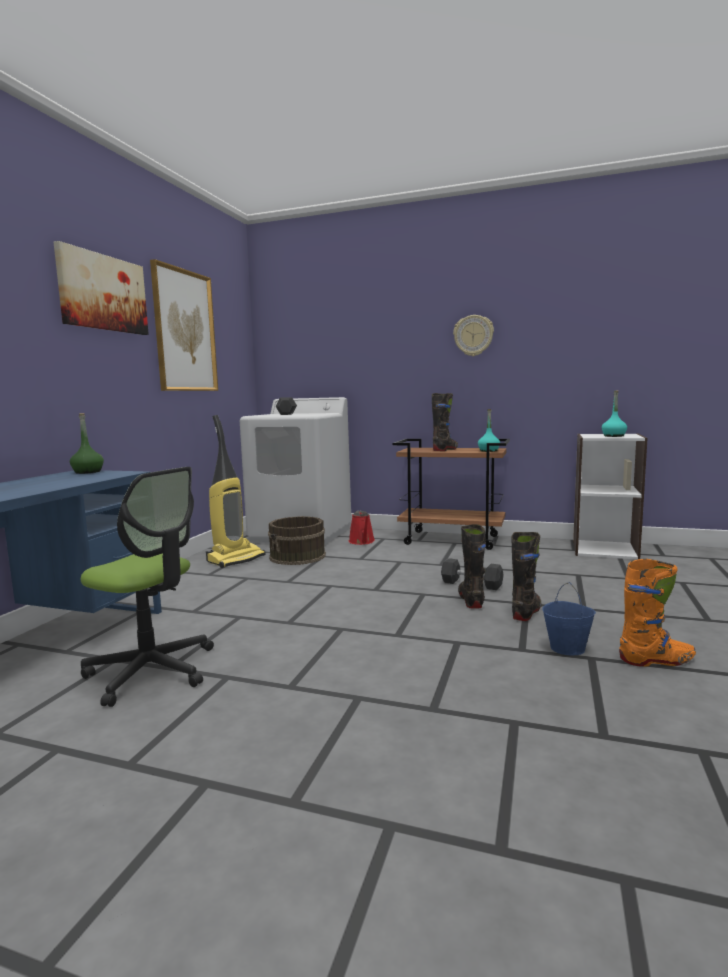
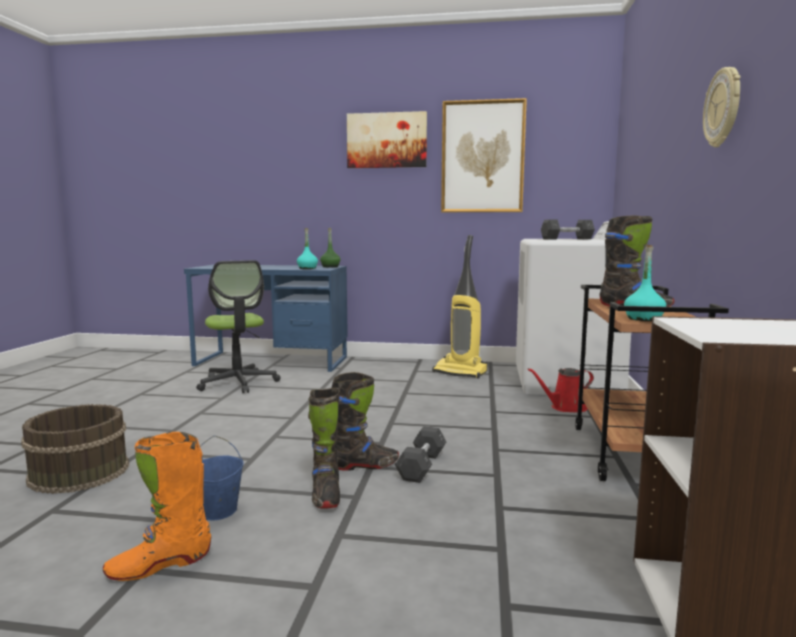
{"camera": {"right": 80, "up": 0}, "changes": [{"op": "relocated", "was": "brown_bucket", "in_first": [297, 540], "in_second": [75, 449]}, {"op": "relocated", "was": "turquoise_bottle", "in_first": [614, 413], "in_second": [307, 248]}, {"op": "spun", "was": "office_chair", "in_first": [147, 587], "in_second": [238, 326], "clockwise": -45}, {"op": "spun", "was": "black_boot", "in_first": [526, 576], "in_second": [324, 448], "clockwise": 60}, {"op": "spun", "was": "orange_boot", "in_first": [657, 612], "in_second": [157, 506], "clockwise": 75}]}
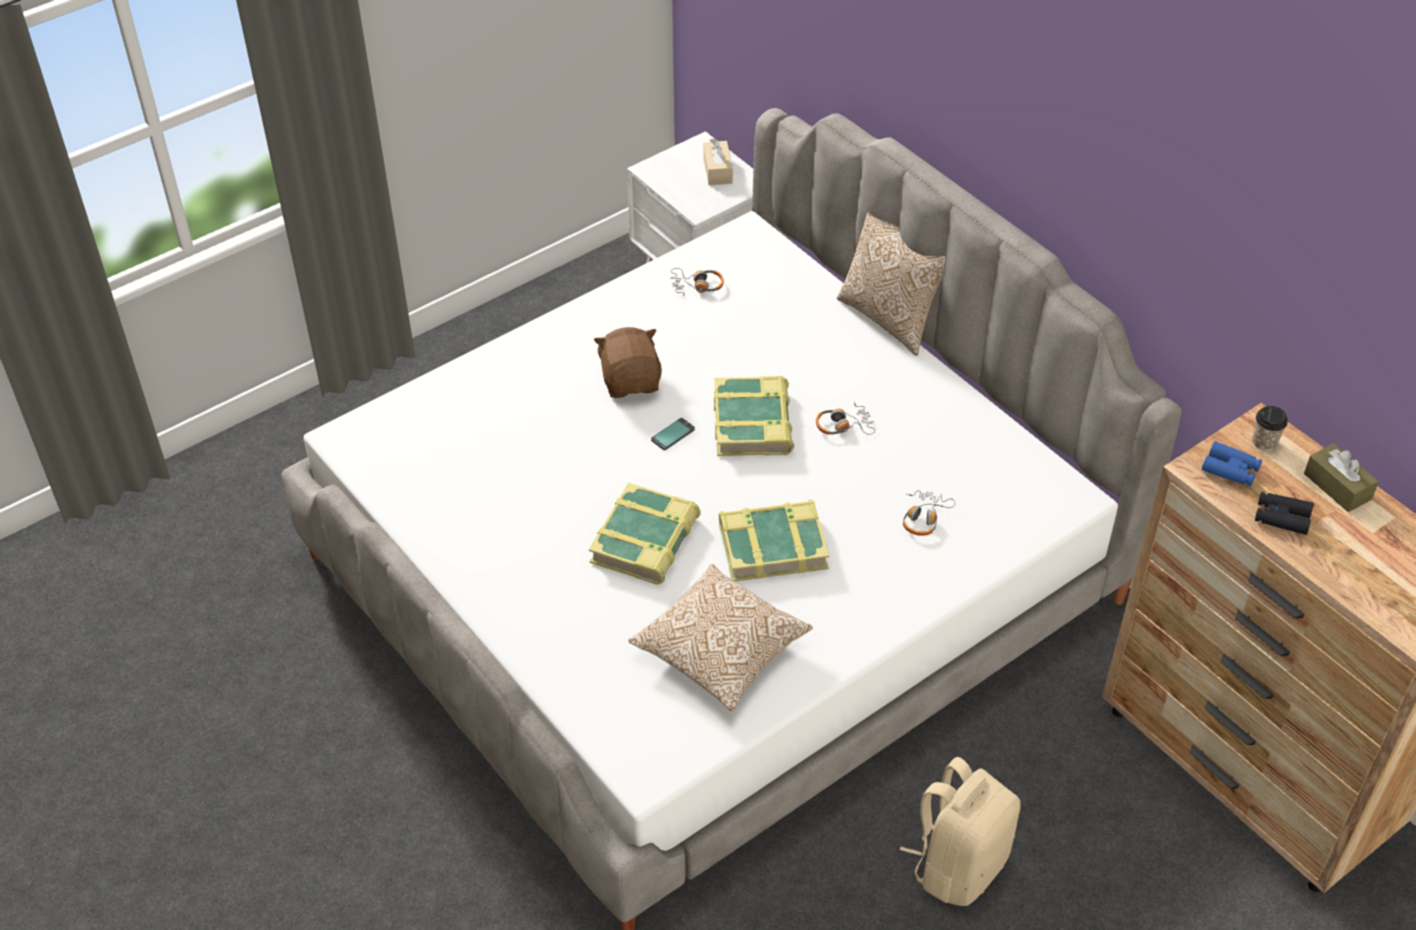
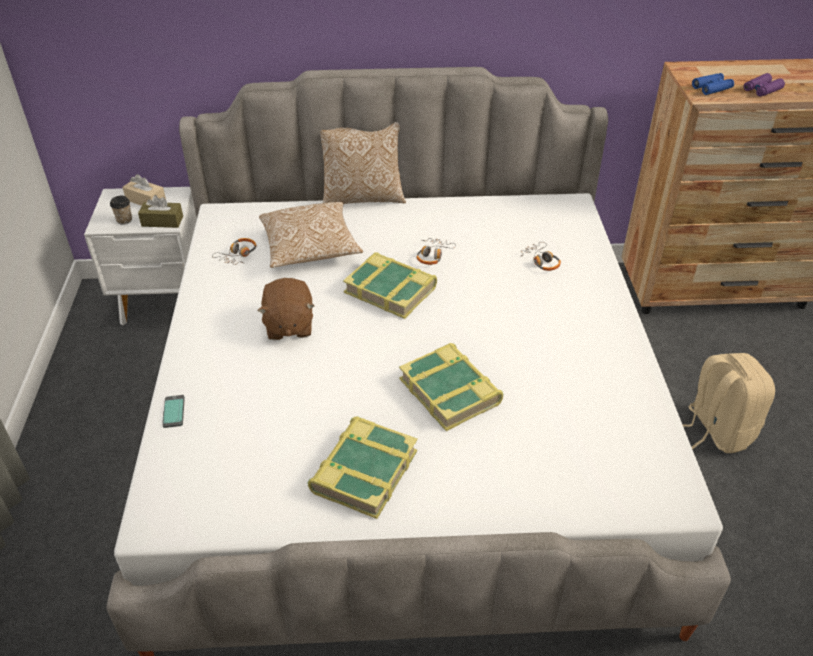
{"camera": {"right": -55, "up": -5}, "changes": [{"op": "relocated", "was": "pillow", "in_first": [720, 637], "in_second": [311, 235]}, {"op": "relocated", "was": "phone", "in_first": [673, 434], "in_second": [173, 411]}, {"op": "relocated", "was": "book", "in_first": [774, 540], "in_second": [362, 467]}, {"op": "relocated", "was": "cup", "in_first": [1270, 428], "in_second": [121, 210]}, {"op": "relocated", "was": "brown_tissue_box", "in_first": [1341, 477], "in_second": [160, 211]}, {"op": "colour", "was": "black_binoculars", "now": "purple_binoculars", "in_first": [1284, 513], "in_second": [764, 85]}, {"op": "spun", "was": "brown_plush_toy", "in_first": [628, 362], "in_second": [286, 309], "clockwise": -120}]}
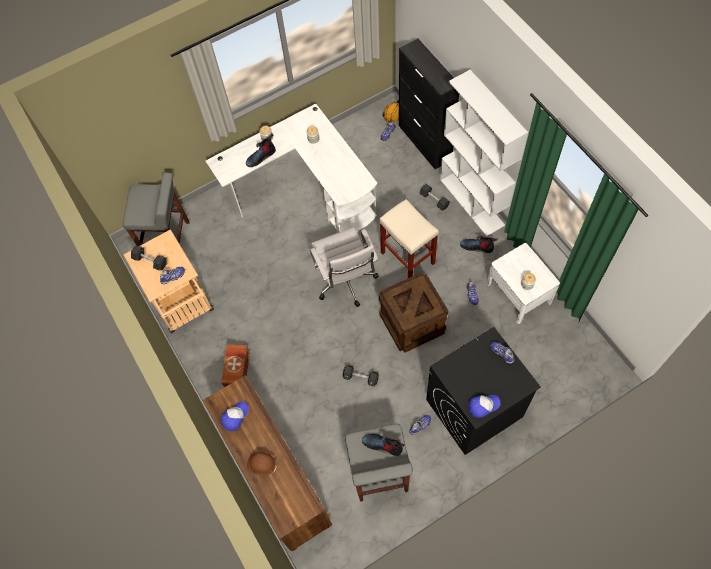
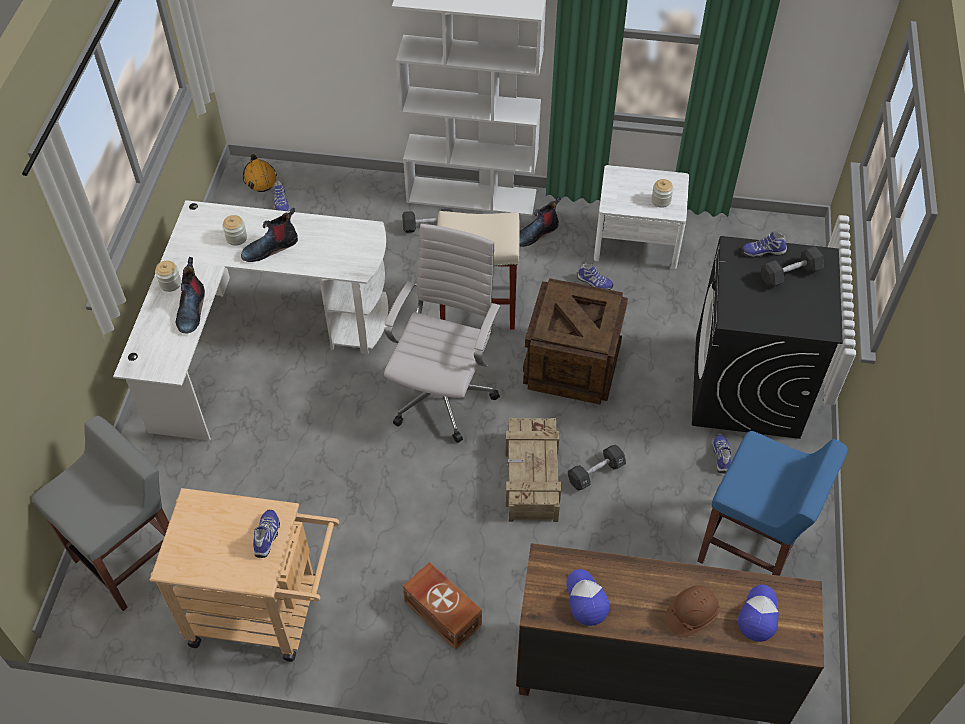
{"camera": {"right": -55, "up": -10}, "changes": [{"op": "missing", "was": "black_cabinet", "in_first": [429, 104]}, {"op": "appeared", "now": "crate", "in_second": [533, 470]}, {"op": "relocated", "was": "black_dumbbell", "in_first": [149, 258], "in_second": [792, 267]}, {"op": "relocated", "was": "boot", "in_first": [383, 445], "in_second": [269, 235]}, {"op": "relocated", "was": "cap", "in_first": [484, 406], "in_second": [758, 613]}, {"op": "colour", "was": "grey_stool", "now": "blue_stool", "in_first": [379, 463], "in_second": [772, 503]}, {"op": "spun", "was": "white_office_chair", "in_first": [344, 267], "in_second": [442, 333], "clockwise": -90}]}
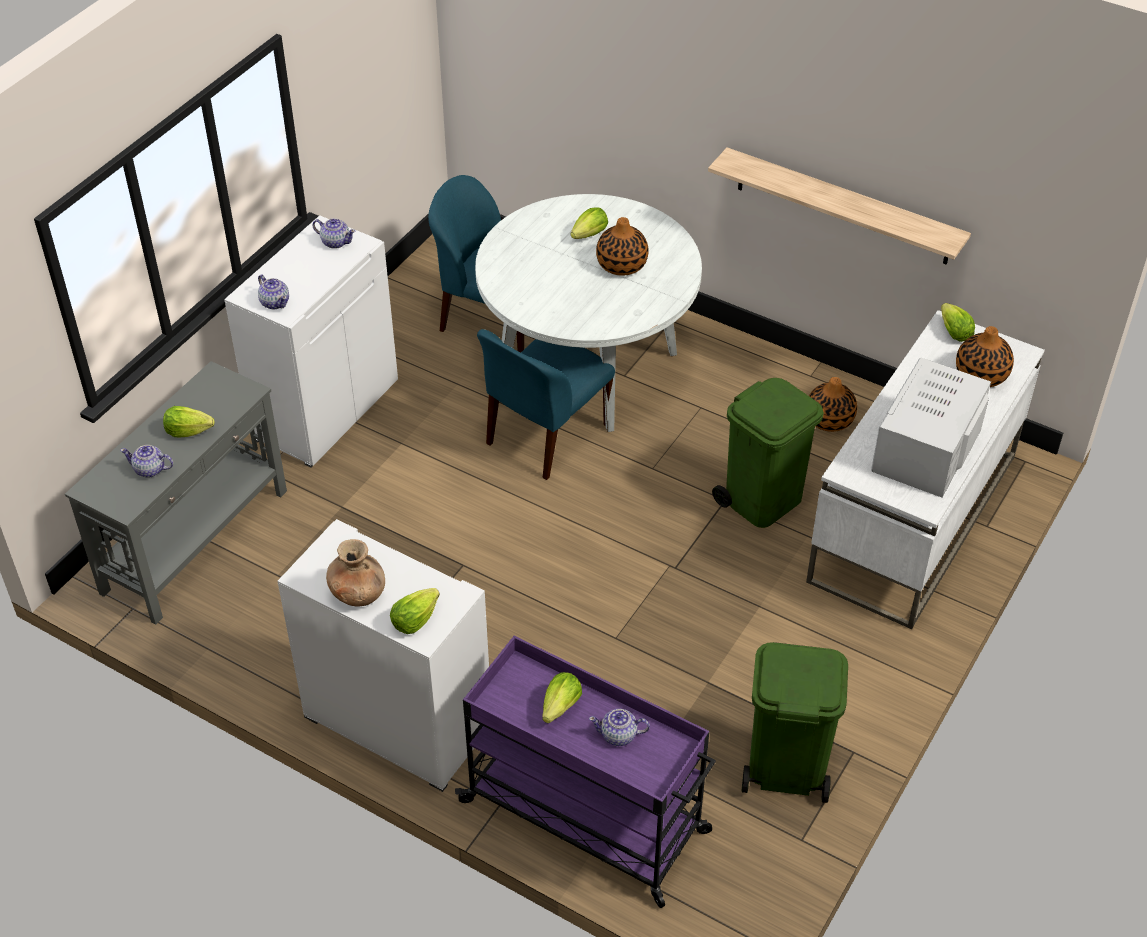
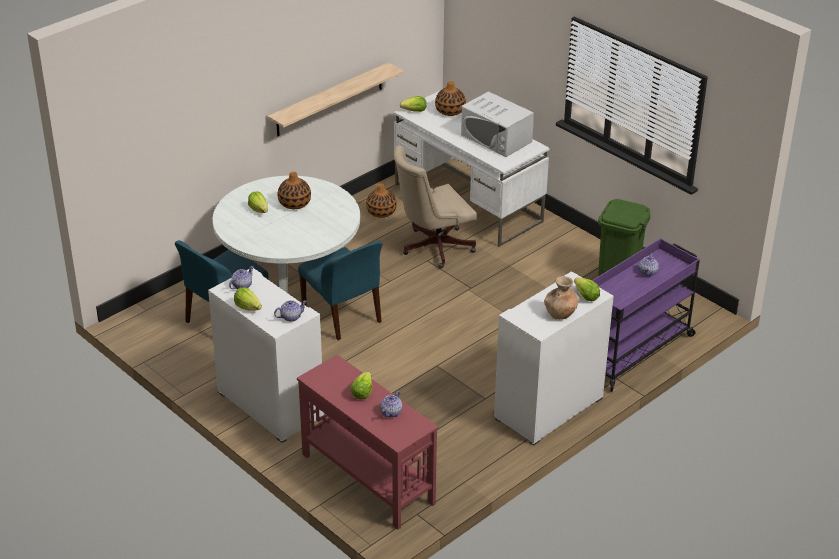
{"camera": {"right": -75, "up": -10}, "changes": [{"op": "relocated", "was": "lettuce", "in_first": [562, 697], "in_second": [248, 299]}, {"op": "exchanged", "was": "green_trash_can", "now": "beige_office_chair", "in_first": [768, 453], "in_second": [435, 206]}, {"op": "colour", "was": "grey_console_table", "now": "red_console_table", "in_first": [176, 493], "in_second": [368, 442]}]}
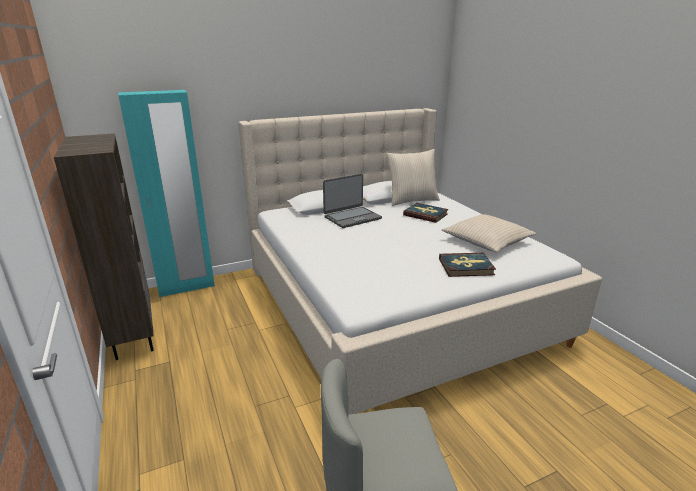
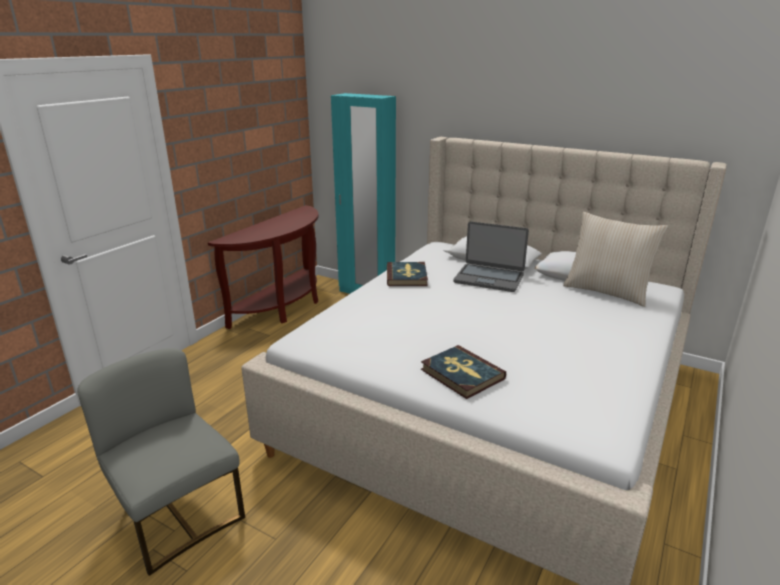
{"camera": {"right": 55, "up": 0}, "changes": [{"op": "missing", "was": "beige_pillow", "in_first": [489, 233]}, {"op": "relocated", "was": "book", "in_first": [425, 213], "in_second": [407, 274]}, {"op": "exchanged", "was": "brown_bookcase", "now": "brown_console_table", "in_first": [104, 246], "in_second": [263, 267]}]}
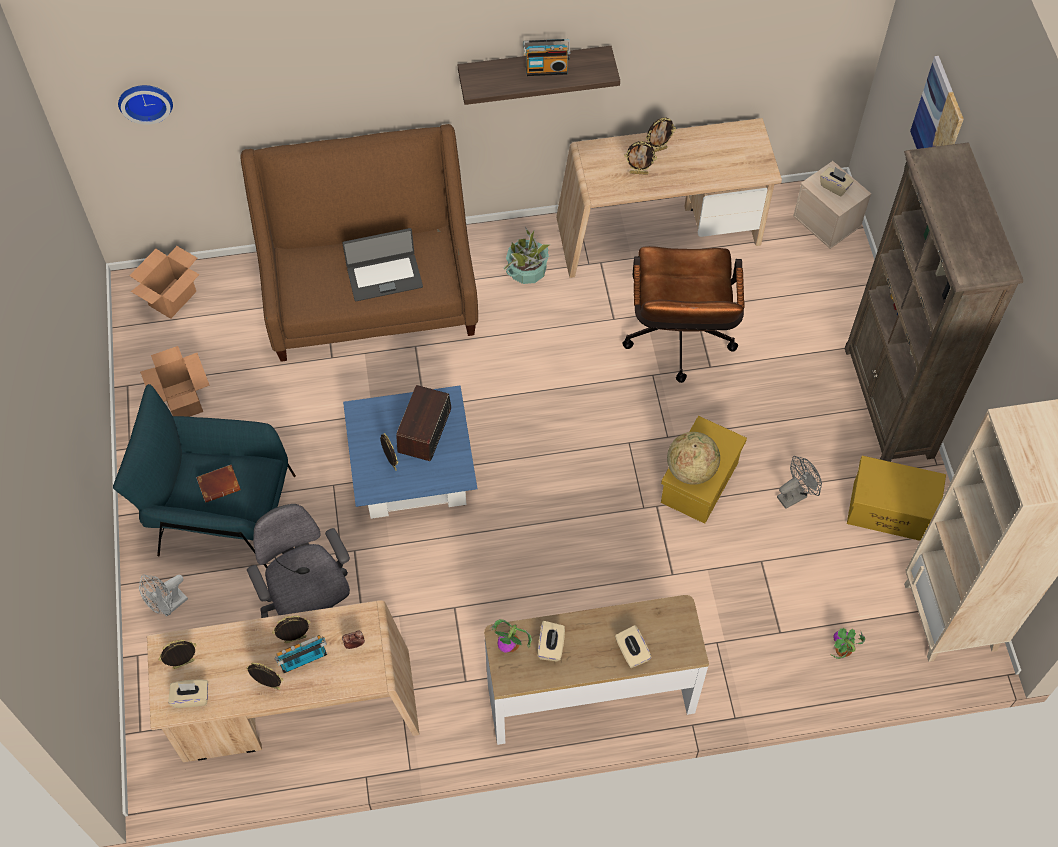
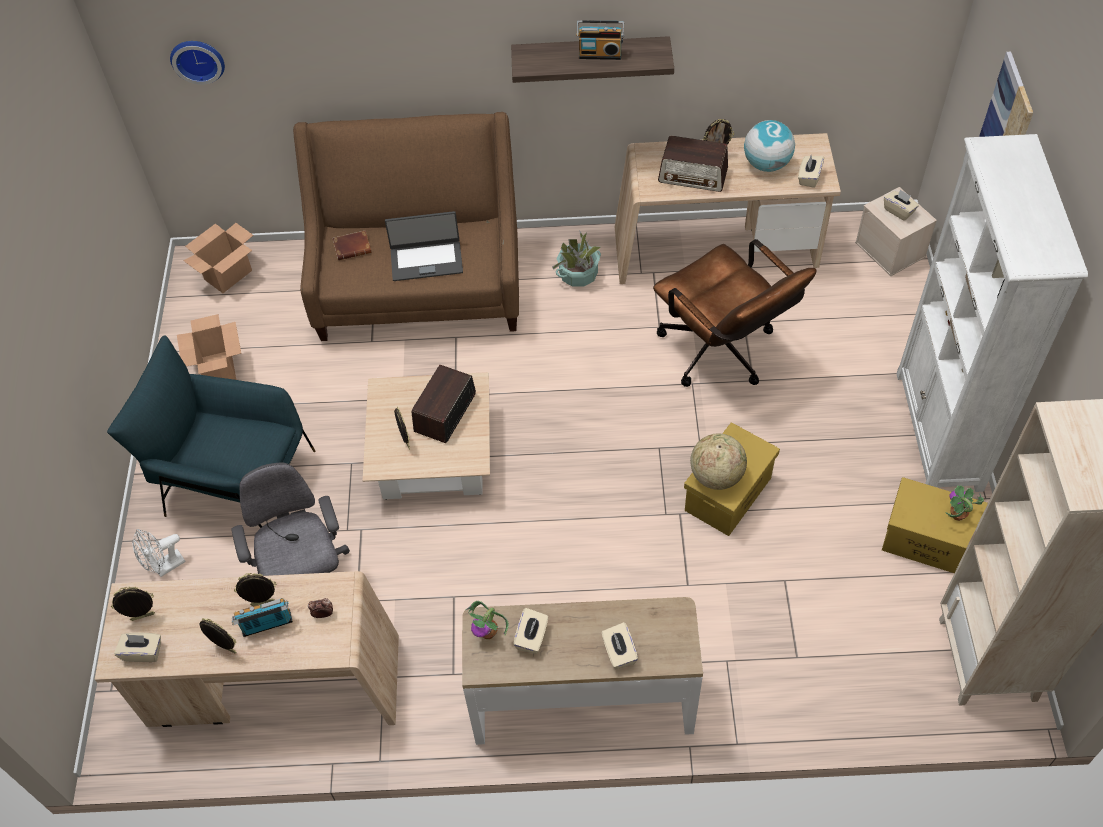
{"camera": {"right": 10, "up": -5}, "changes": [{"op": "missing", "was": "grey_fan", "in_first": [799, 482]}, {"op": "appeared", "now": "globe", "in_second": [769, 146]}, {"op": "appeared", "now": "beige_tissue_box", "in_second": [811, 172]}, {"op": "relocated", "was": "brown_book", "in_first": [218, 484], "in_second": [352, 245]}, {"op": "relocated", "was": "potted_plant", "in_first": [847, 643], "in_second": [964, 503]}, {"op": "exchanged", "was": "picture_frame", "now": "radio", "in_first": [640, 158], "in_second": [693, 164]}, {"op": "colour", "was": "blue_coffee_table", "now": "beige_coffee_table", "in_first": [410, 452], "in_second": [426, 436]}, {"op": "colour", "was": "brown_bookcase", "now": "white_bookcase", "in_first": [934, 302], "in_second": [992, 313]}, {"op": "spun", "was": "brown_office_chair", "in_first": [683, 314], "in_second": [735, 313], "clockwise": -45}]}
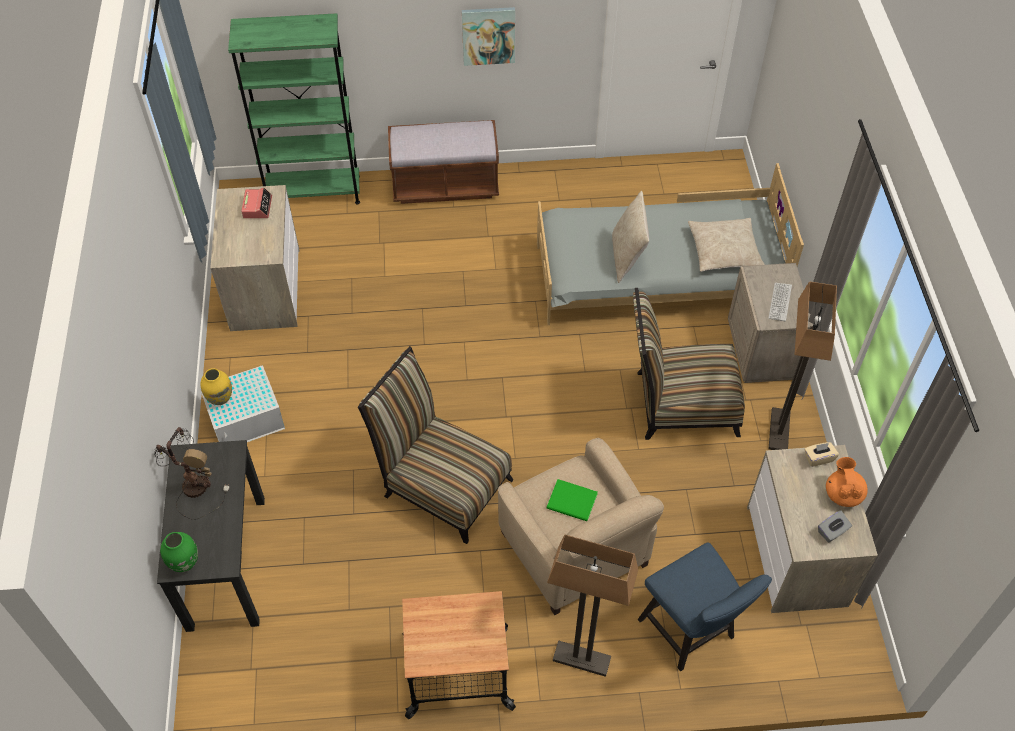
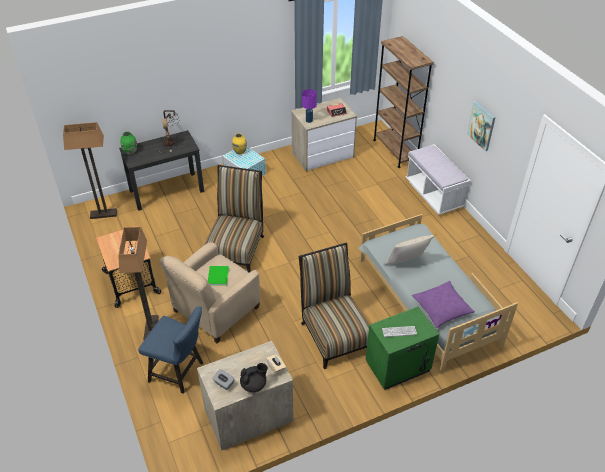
{"camera": {"right": 70, "up": -10}, "changes": [{"op": "appeared", "now": "purple_table_lamp", "in_second": [309, 106]}, {"op": "relocated", "was": "floor_lamp", "in_first": [803, 365], "in_second": [90, 170]}, {"op": "colour", "was": "green_bookcase", "now": "brown_bookcase", "in_first": [294, 108], "in_second": [403, 102]}, {"op": "colour", "was": "brown_bench", "now": "white_bench", "in_first": [443, 162], "in_second": [438, 179]}, {"op": "colour", "was": "beige_pillow", "now": "purple_pillow", "in_first": [726, 245], "in_second": [443, 304]}, {"op": "colour", "was": "beige_nightstand", "now": "green_nightstand", "in_first": [770, 323], "in_second": [402, 348]}, {"op": "colour", "was": "orange_teapot", "now": "black_teapot", "in_first": [847, 482], "in_second": [254, 377]}, {"op": "spun", "was": "blue_chair", "in_first": [705, 607], "in_second": [170, 350], "clockwise": -105}]}
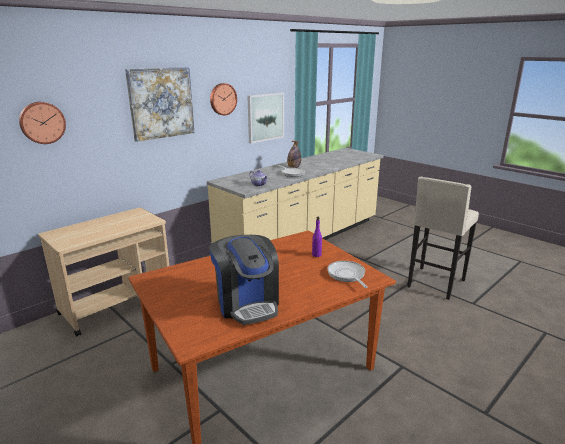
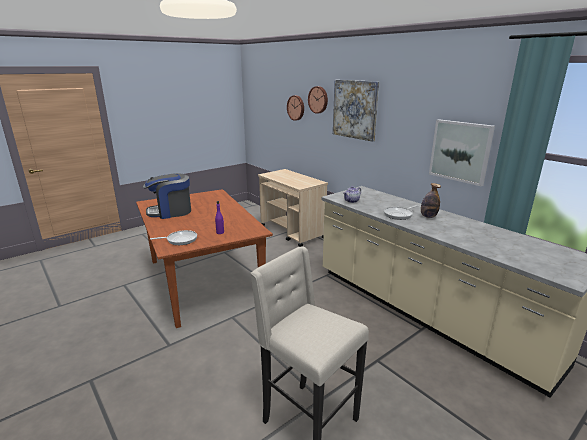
{"camera": {"right": 95, "up": 0}, "changes": [{"op": "relocated", "was": "wall_clock", "in_first": [223, 99], "in_second": [318, 100]}]}
